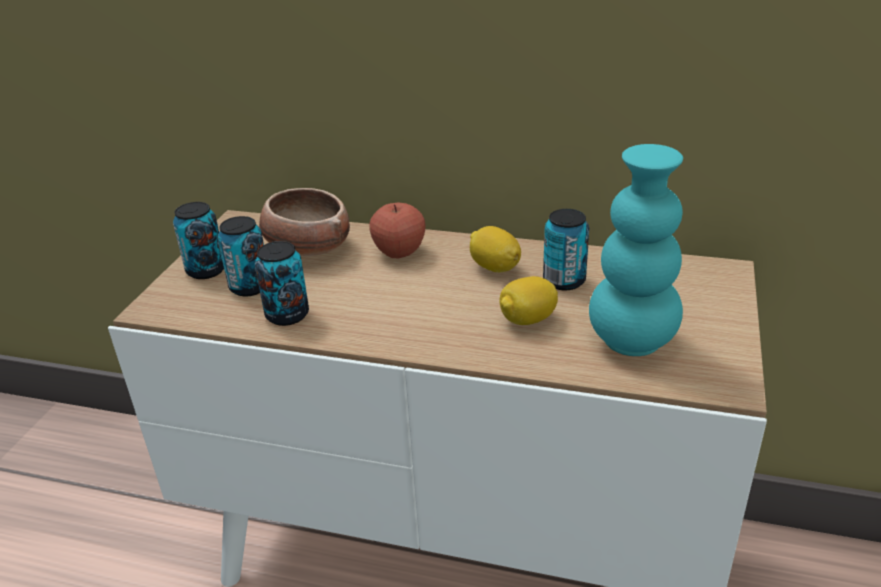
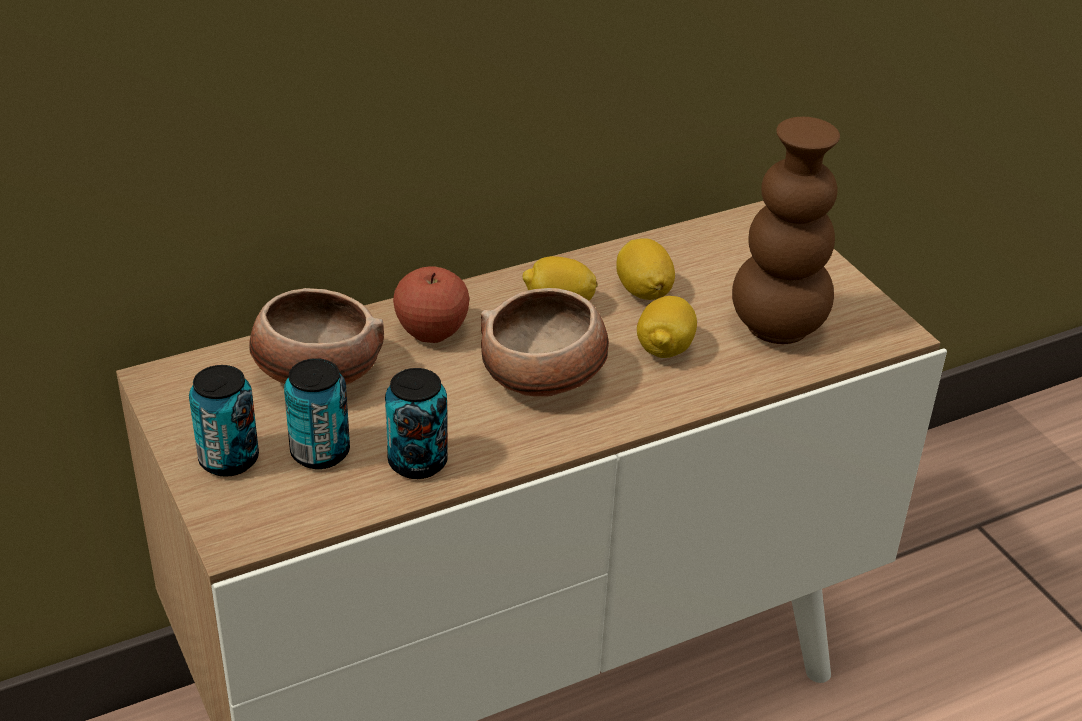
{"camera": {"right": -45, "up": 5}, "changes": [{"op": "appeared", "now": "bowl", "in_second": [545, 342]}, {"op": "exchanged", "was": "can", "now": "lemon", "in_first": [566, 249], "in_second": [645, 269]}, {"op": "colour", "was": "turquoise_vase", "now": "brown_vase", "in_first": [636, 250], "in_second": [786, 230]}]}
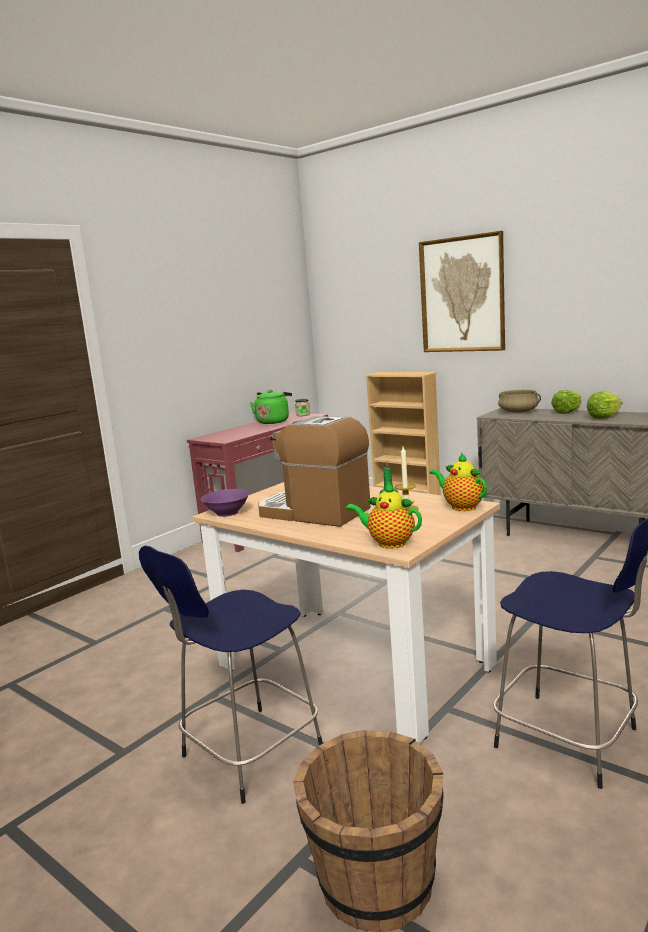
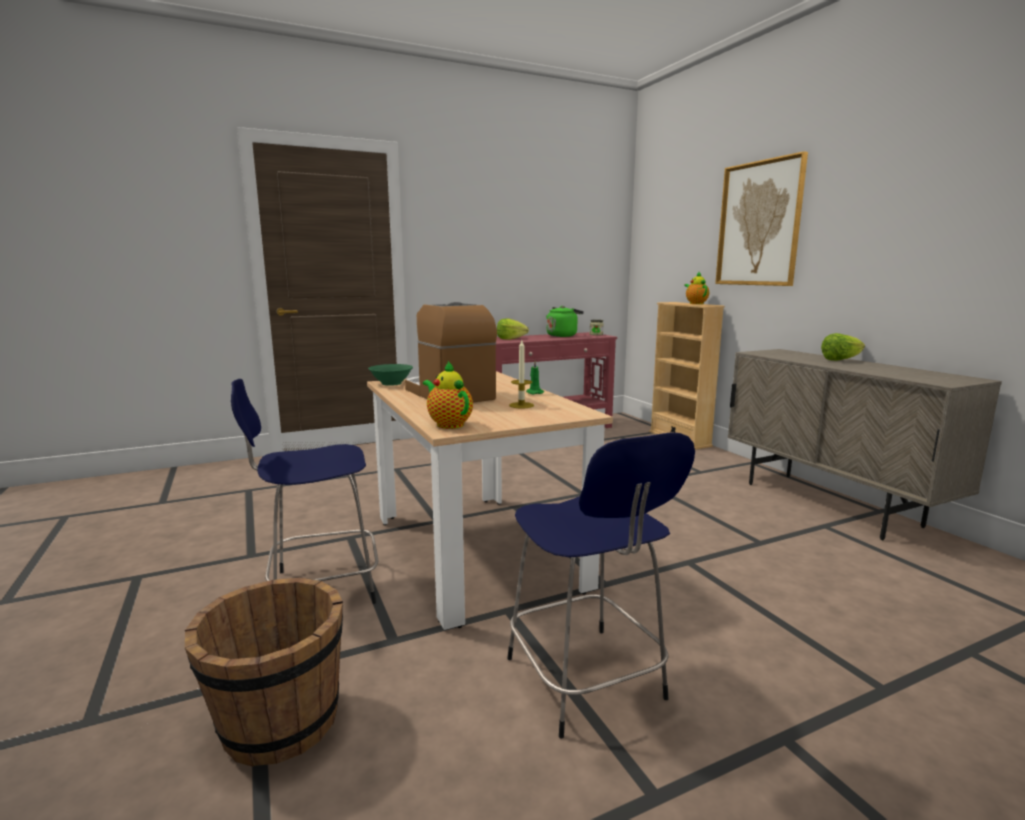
{"camera": {"right": 25, "up": 0}, "changes": [{"op": "missing", "was": "beige_cooking_pot", "in_first": [519, 401]}, {"op": "relocated", "was": "teapot", "in_first": [458, 482], "in_second": [696, 288]}, {"op": "relocated", "was": "lettuce", "in_first": [605, 405], "in_second": [513, 329]}, {"op": "colour", "was": "purple_bowl", "now": "green_bowl", "in_first": [225, 503], "in_second": [390, 375]}]}
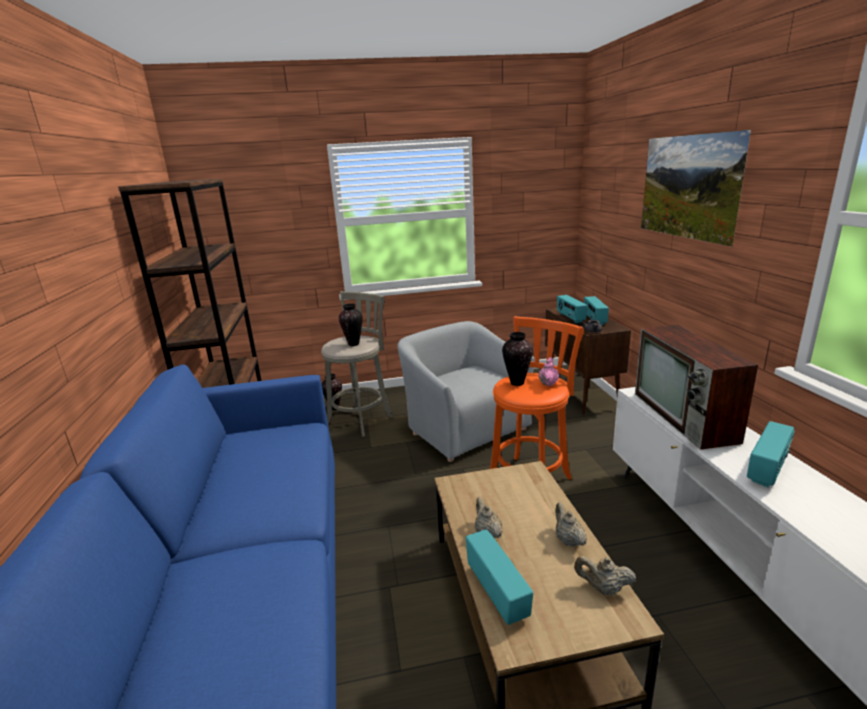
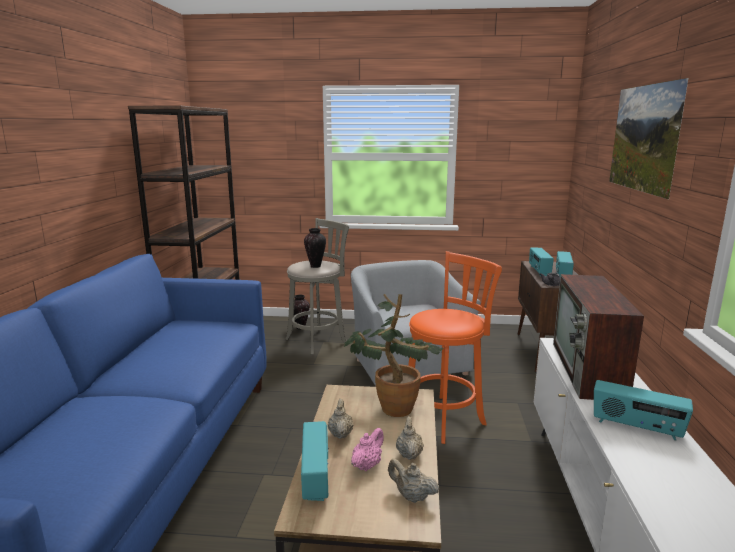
{"camera": {"right": 15, "up": -5}, "changes": [{"op": "missing", "was": "vase", "in_first": [517, 359]}, {"op": "appeared", "now": "potted_plant", "in_second": [393, 355]}, {"op": "relocated", "was": "pink_teapot", "in_first": [548, 371], "in_second": [367, 449]}, {"op": "spun", "was": "radio", "in_first": [771, 454], "in_second": [643, 410], "clockwise": 60}]}
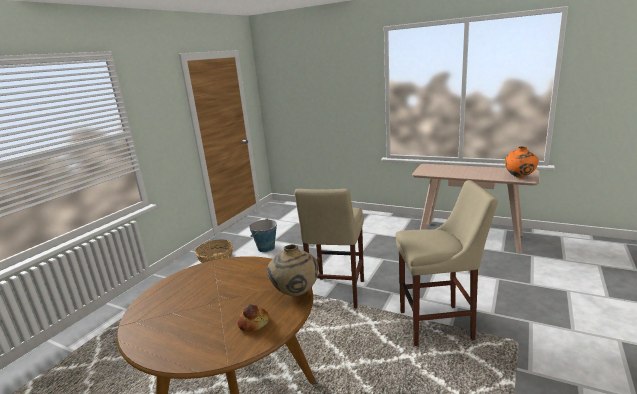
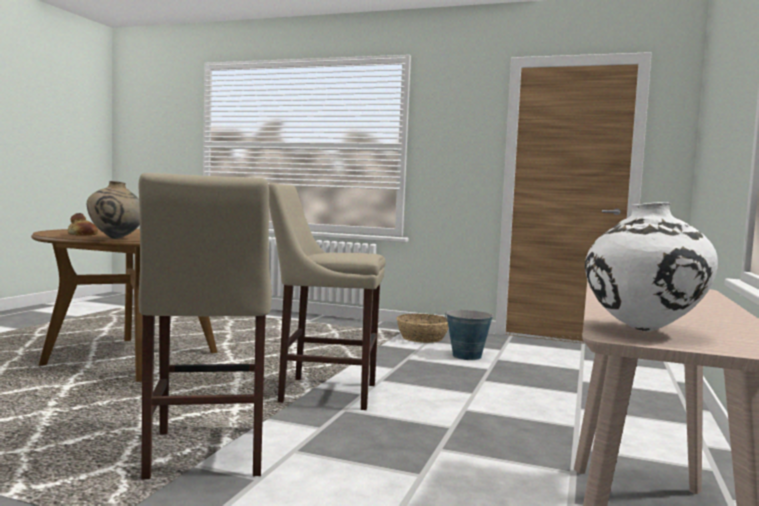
{"camera": {"right": 80, "up": -15}, "changes": [{"op": "colour", "was": "orange_vase", "now": "white_vase", "in_first": [521, 162], "in_second": [651, 267]}]}
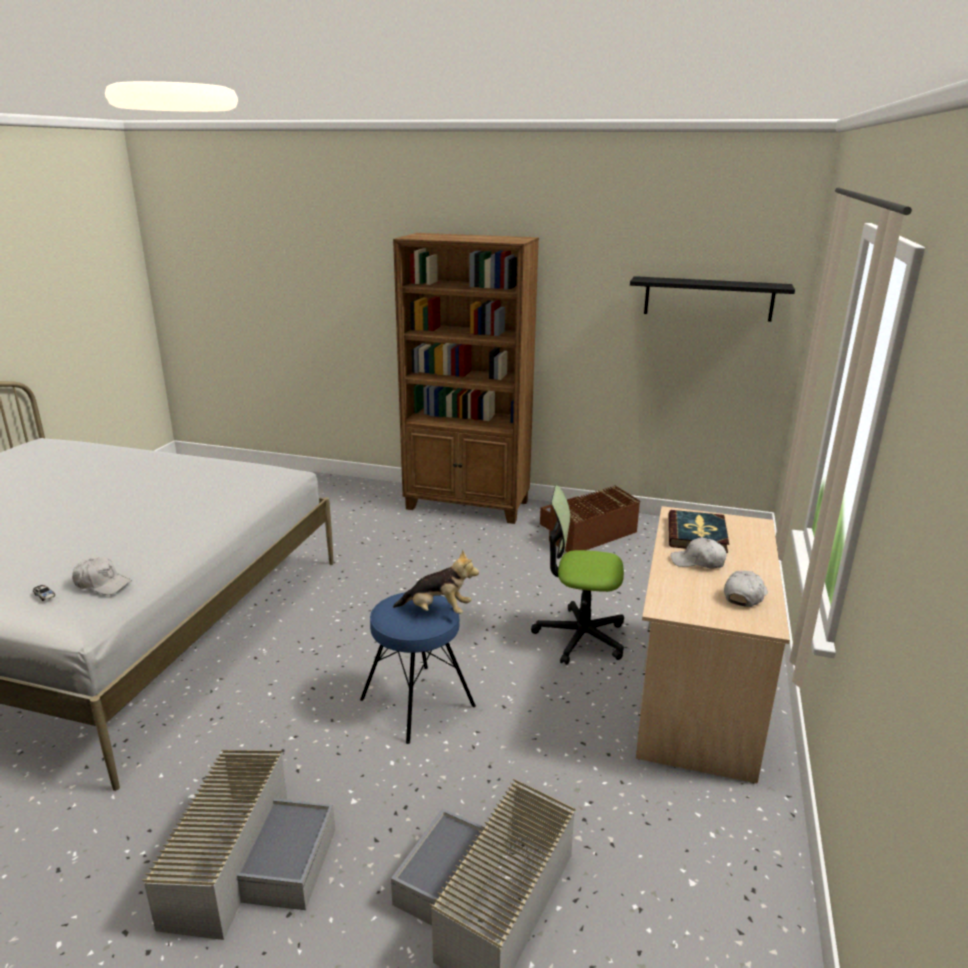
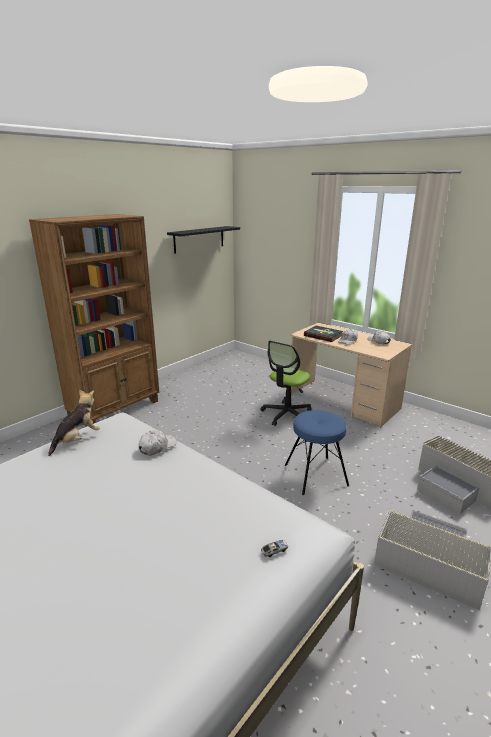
{"camera": {"right": -65, "up": 0}, "changes": [{"op": "missing", "was": "brown_storage_box", "in_first": [590, 519]}, {"op": "relocated", "was": "white_cap", "in_first": [102, 576], "in_second": [158, 442]}, {"op": "relocated", "was": "plush_toy", "in_first": [436, 582], "in_second": [74, 423]}]}
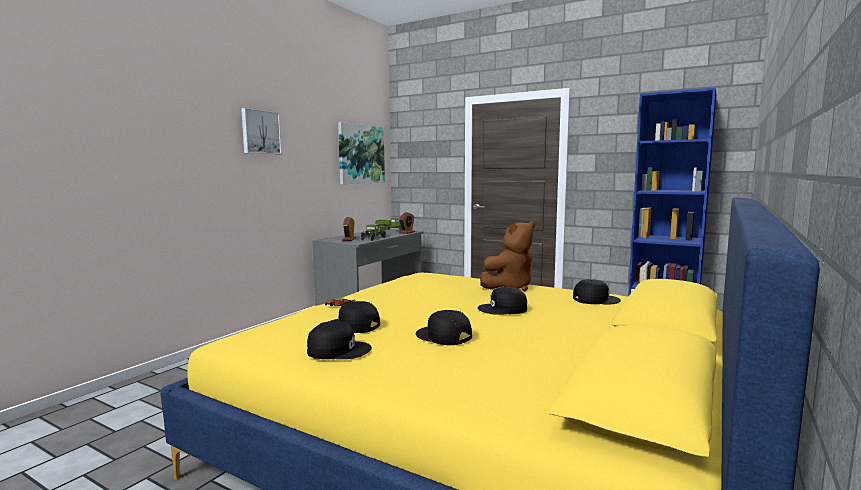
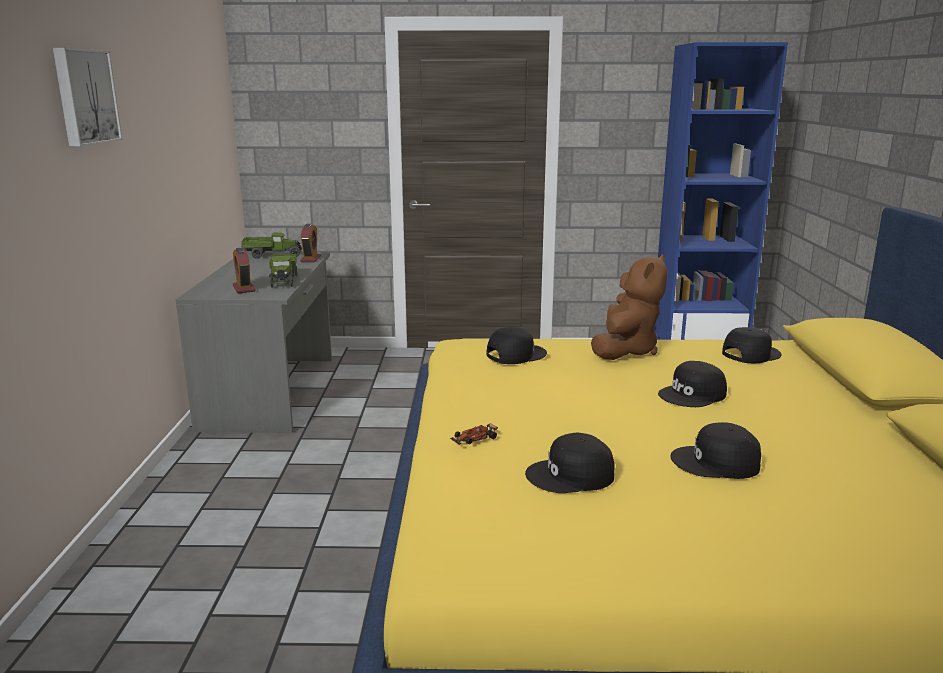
{"camera": {"right": -30, "up": 10}, "changes": [{"op": "missing", "was": "picture", "in_first": [361, 153]}, {"op": "relocated", "was": "black_cap", "in_first": [339, 340], "in_second": [517, 345]}]}
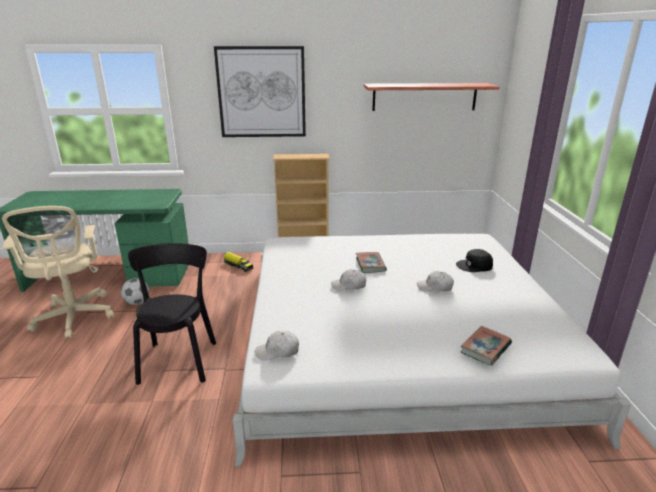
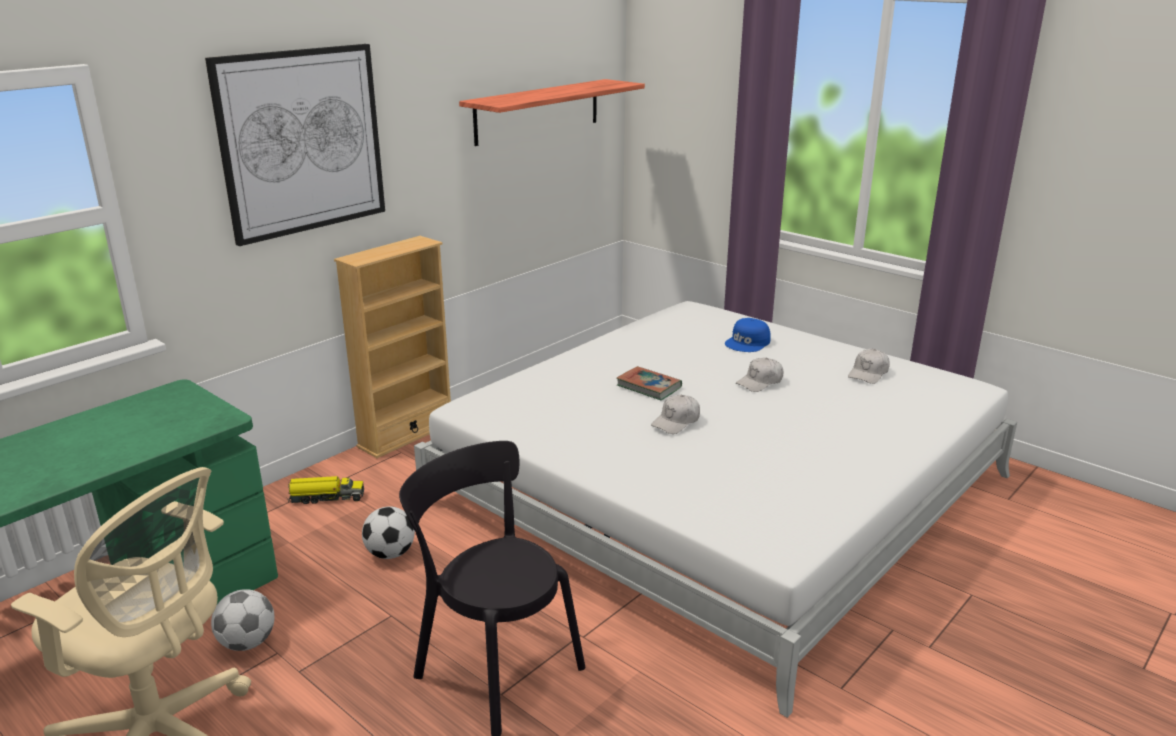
{"camera": {"right": -45, "up": 0}, "changes": [{"op": "missing", "was": "book", "in_first": [486, 346]}, {"op": "appeared", "now": "football", "in_second": [388, 532]}, {"op": "relocated", "was": "white_cap", "in_first": [277, 346], "in_second": [869, 366]}, {"op": "colour", "was": "black_cap", "now": "blue_cap", "in_first": [474, 260], "in_second": [748, 335]}]}
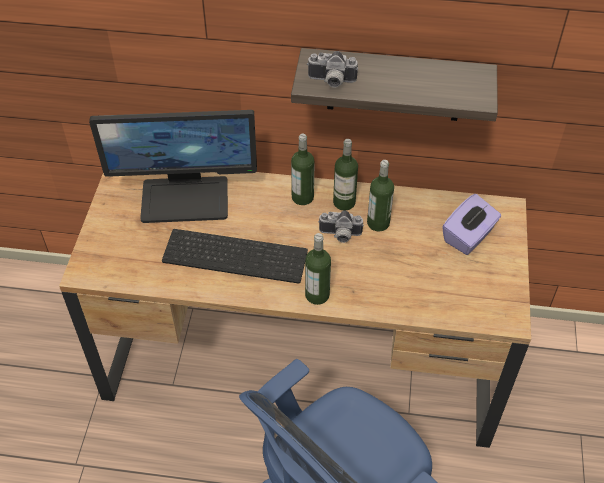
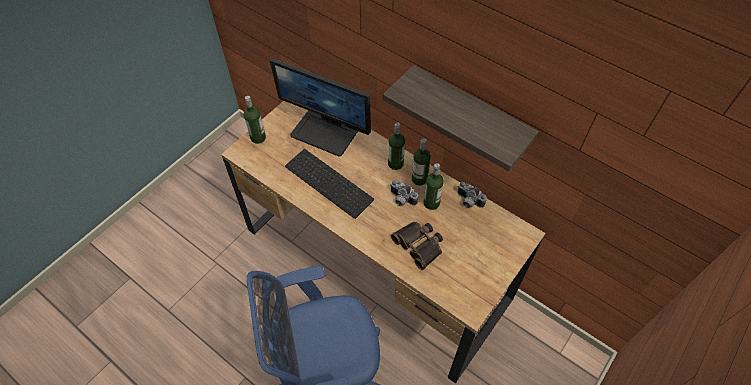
{"camera": {"right": 30, "up": 5}, "changes": [{"op": "missing", "was": "purple_tissue_box", "in_first": [471, 224]}, {"op": "appeared", "now": "binoculars", "in_second": [417, 246]}, {"op": "relocated", "was": "bottle", "in_first": [318, 269], "in_second": [255, 120]}, {"op": "relocated", "was": "photo_camera", "in_first": [332, 69], "in_second": [472, 195]}]}
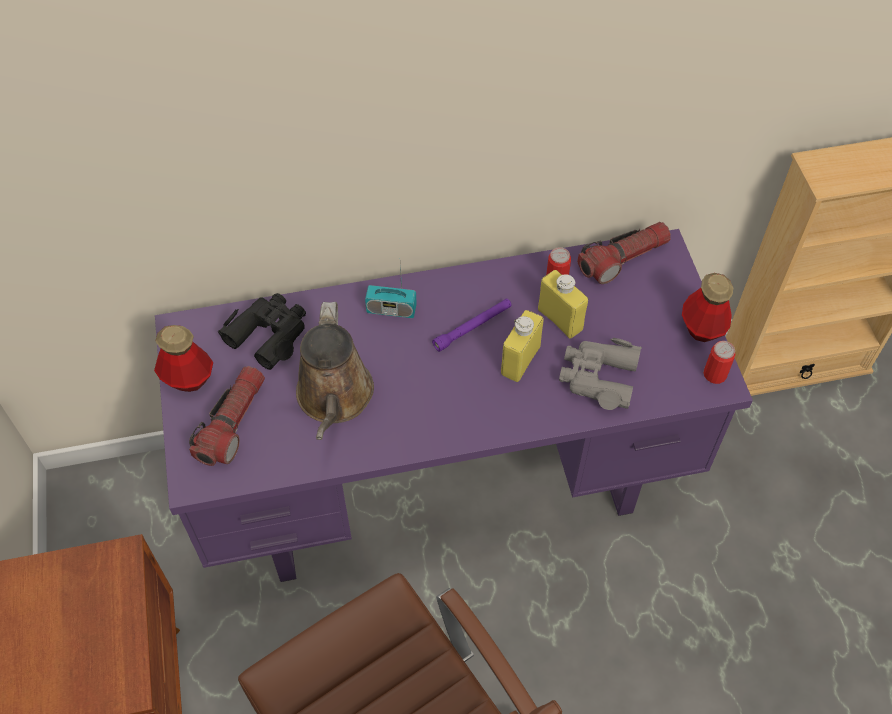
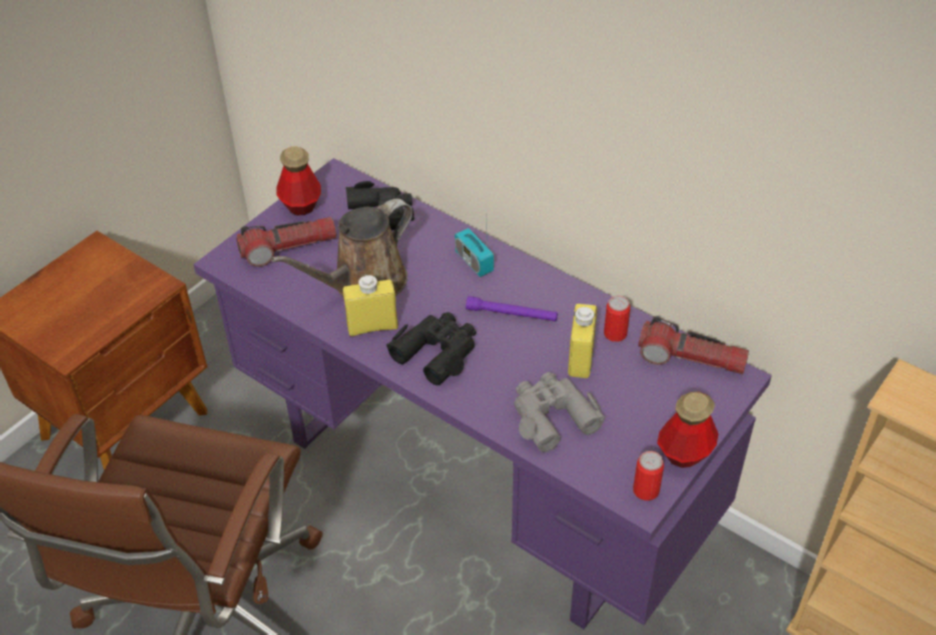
{"camera": {"right": 50, "up": -10}, "changes": [{"op": "appeared", "now": "black_binoculars", "in_second": [431, 348]}, {"op": "relocated", "was": "yellow_bottle", "in_first": [522, 346], "in_second": [370, 305]}]}
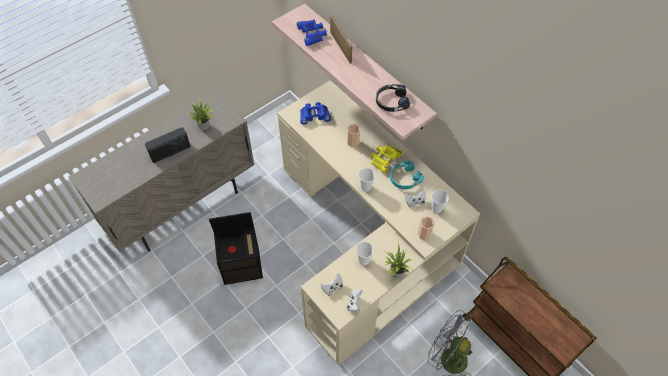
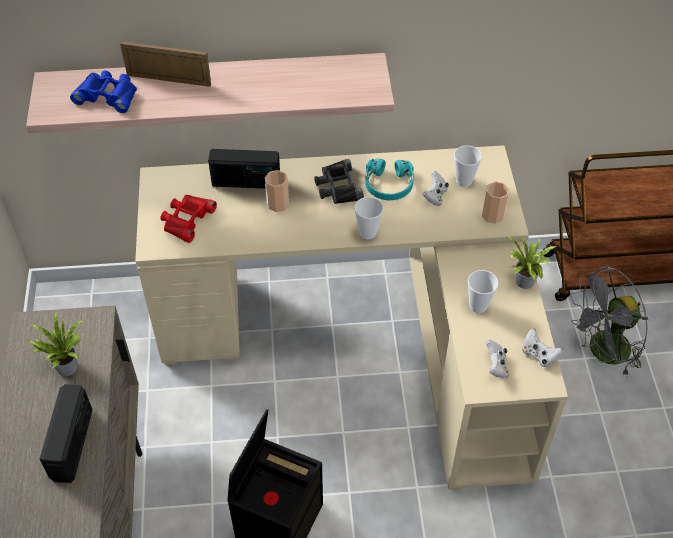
{"camera": {"right": -55, "up": -5}, "changes": [{"op": "missing", "was": "black_headphones", "in_first": [393, 98]}, {"op": "appeared", "now": "radio", "in_second": [244, 169]}, {"op": "colour", "was": "blue_binoculars", "now": "red_binoculars", "in_first": [315, 113], "in_second": [188, 219]}, {"op": "colour", "was": "yellow_binoculars", "now": "black_binoculars", "in_first": [386, 158], "in_second": [339, 181]}]}
